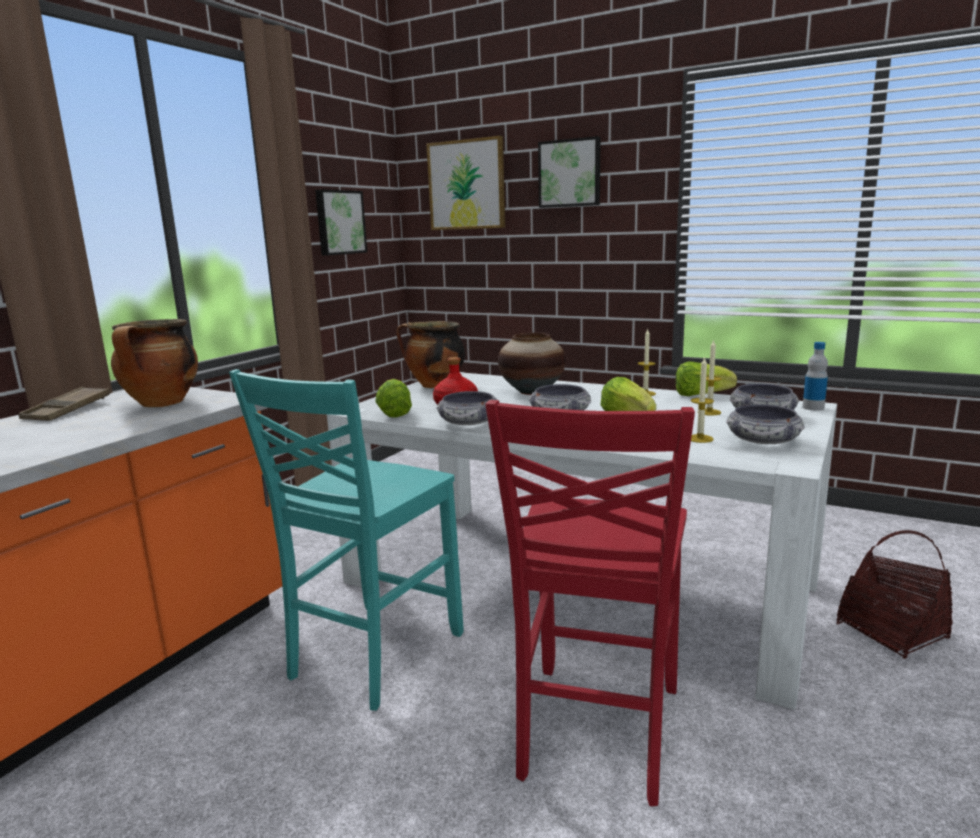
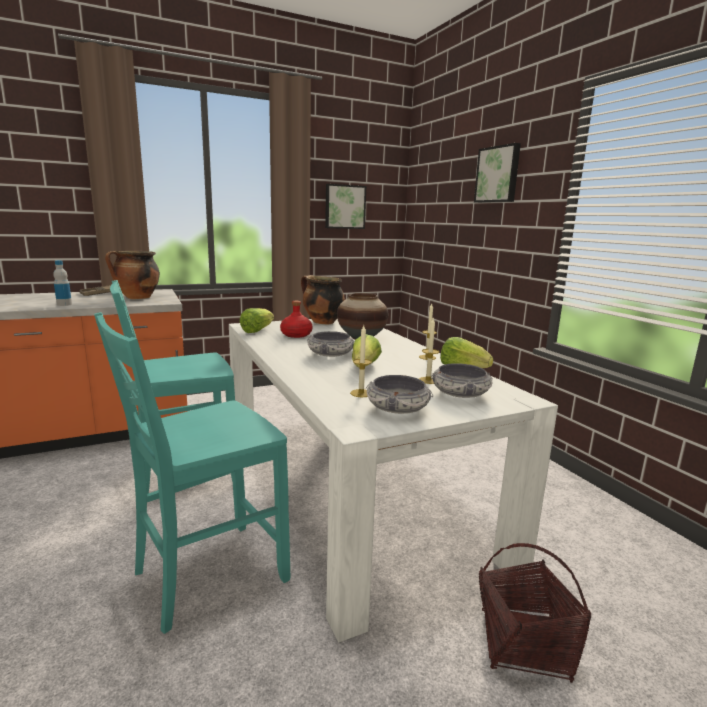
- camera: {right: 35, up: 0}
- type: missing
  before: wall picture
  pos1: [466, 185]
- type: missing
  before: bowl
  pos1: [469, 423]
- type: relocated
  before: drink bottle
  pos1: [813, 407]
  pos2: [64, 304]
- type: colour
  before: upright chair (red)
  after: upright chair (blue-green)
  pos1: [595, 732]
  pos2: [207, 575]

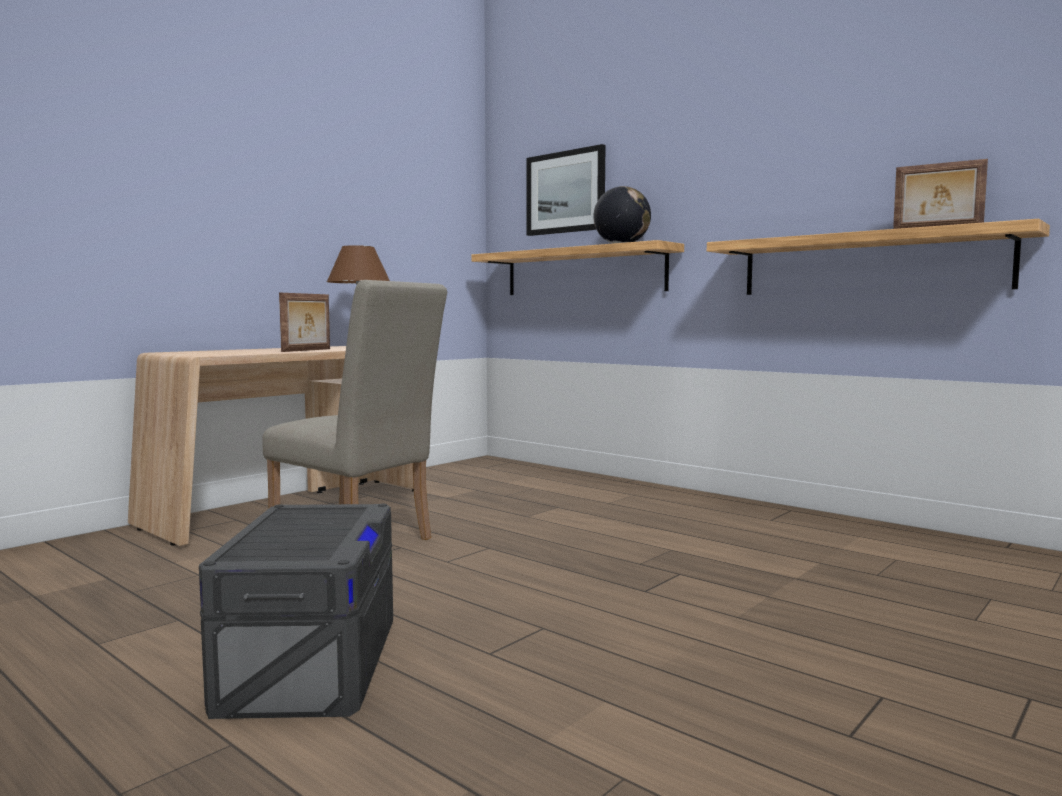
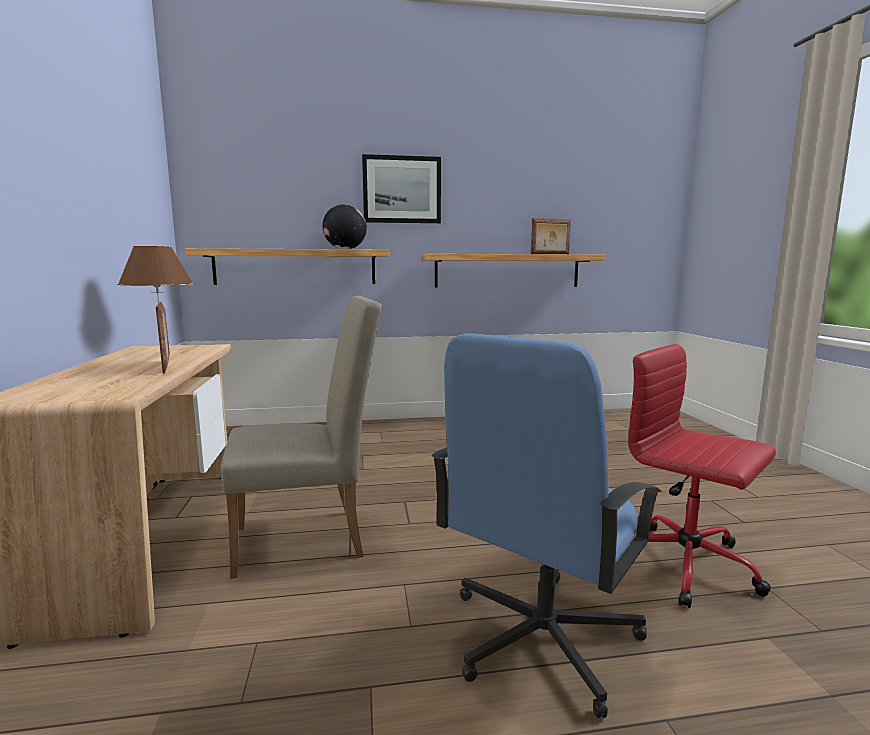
- camera: {right: -50, up: 5}
- type: appeared
  after: desk chair (red)
  pos2: [689, 566]
- type: relocated
  before: wall picture
  pos1: [565, 192]
  pos2: [402, 190]
- type: exchanged
  before: storage container (gray)
  after: desk chair (blue)
  pos1: [311, 660]
  pos2: [540, 638]

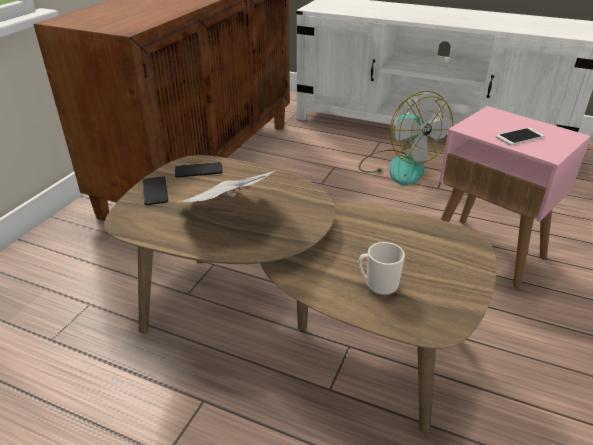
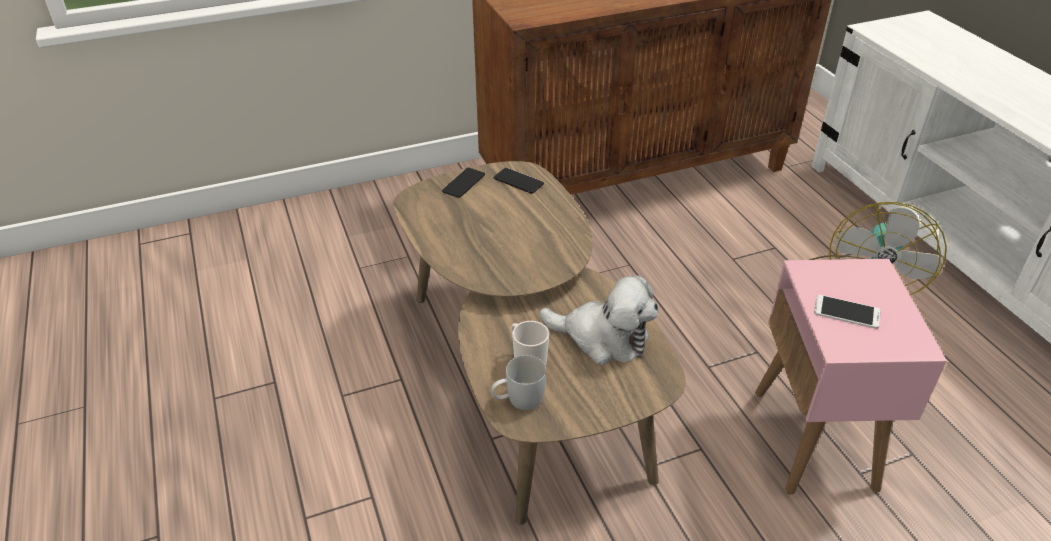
- camera: {right: 45, up: 5}
- type: missing
  before: newspaper
  pos1: [231, 211]
- type: appeared
  after: tea mug (white-coloured)
  pos2: [518, 400]
- type: appeared
  after: soft toy
  pos2: [603, 338]

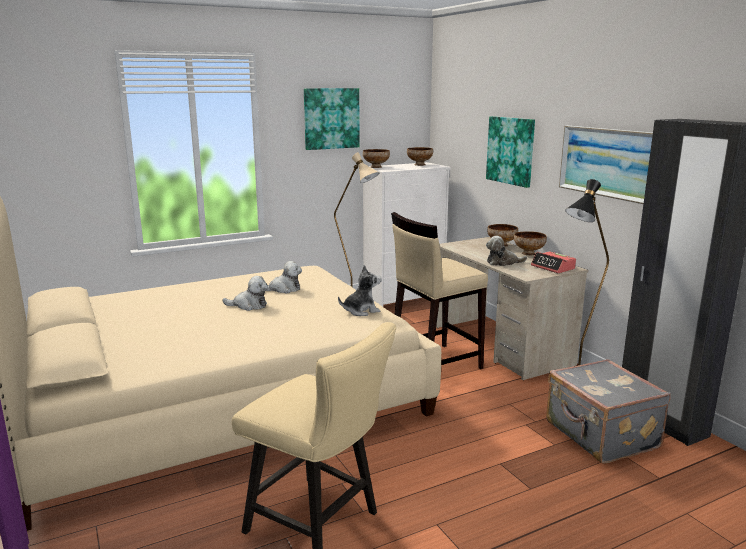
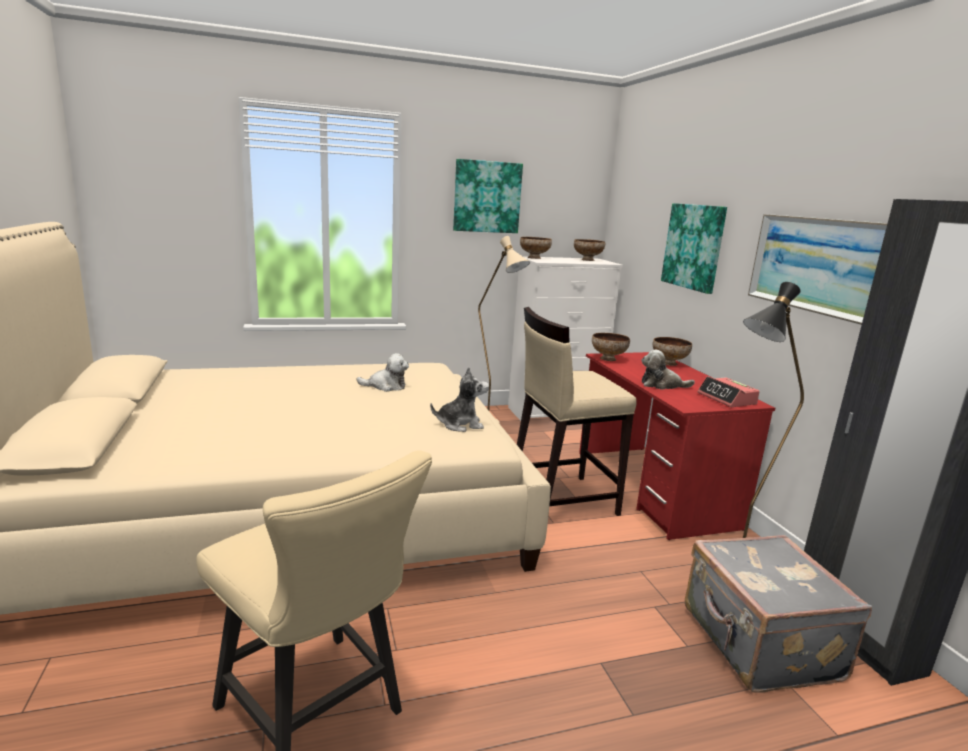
- camera: {right: 10, up: 0}
- type: missing
  before: soft toy
  pos1: [249, 305]
- type: relocated
  before: bowl
  pos1: [529, 253]
  pos2: [608, 359]
- type: colour
  before: desk (sand-coloured)
  after: desk (red)
  pos1: [501, 345]
  pos2: [653, 488]

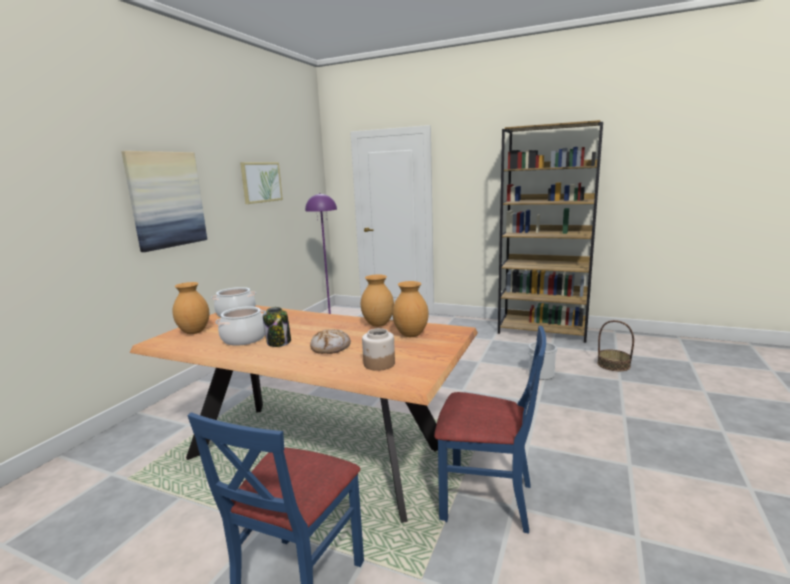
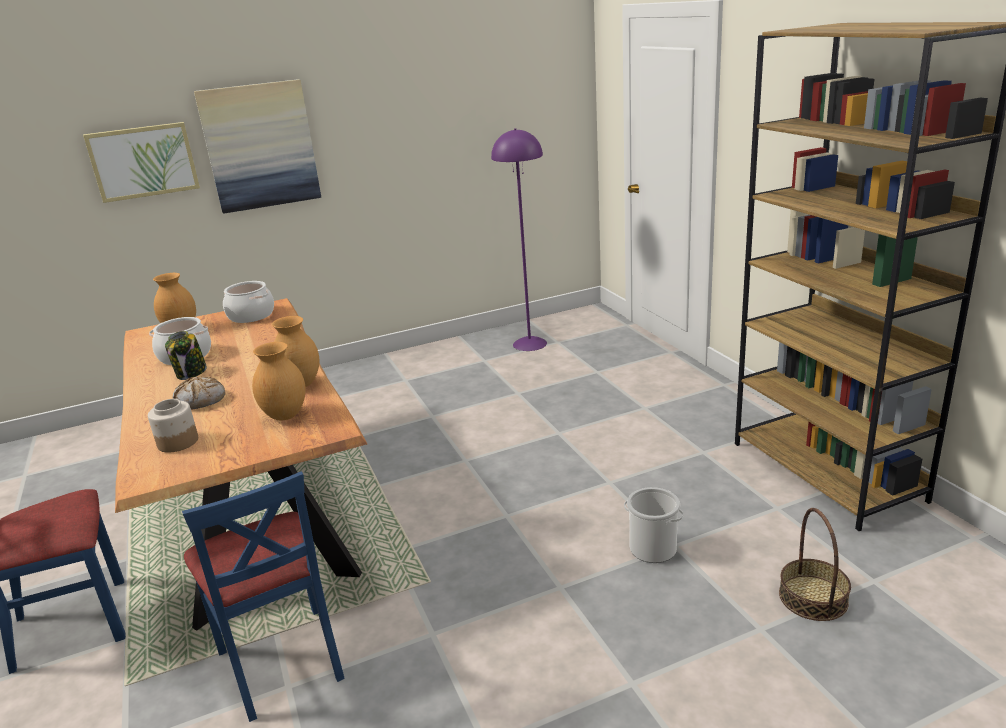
- camera: {right: 45, up: 10}
- type: relocated
  before: wall picture
  pos1: [261, 182]
  pos2: [143, 161]

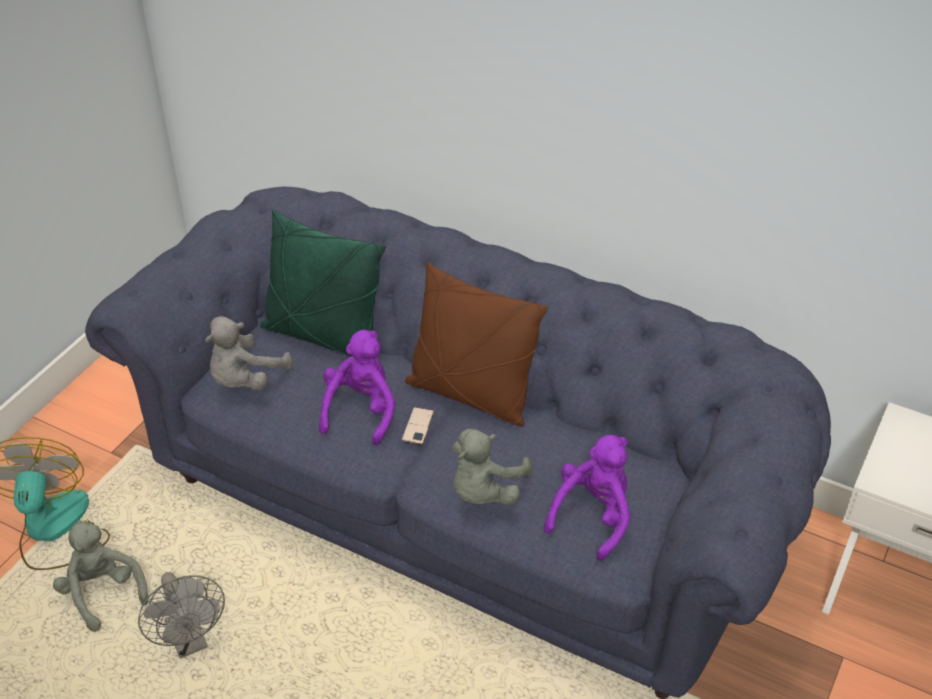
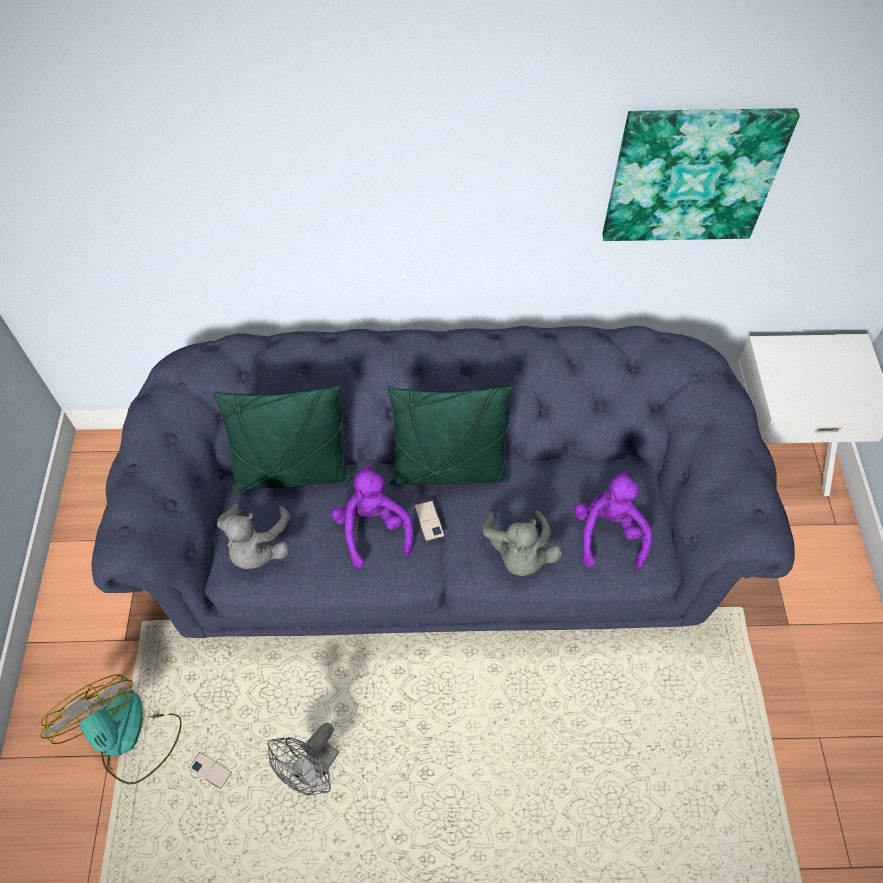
- camera: {right: -30, up: 15}
- type: appeared
  after: wall picture
  pos2: [692, 175]
- type: exchanged
  before: soft toy (gray)
  after: telephone
  pos1: [102, 592]
  pos2: [210, 770]
- type: colour
  before: pillow (brown-coloured)
  after: pillow (green)
  pos1: [471, 394]
  pos2: [449, 470]
- type: spun
  before: electric fan (gray)
  pos1: [190, 641]
  pos2: [313, 771]
  turn: 90

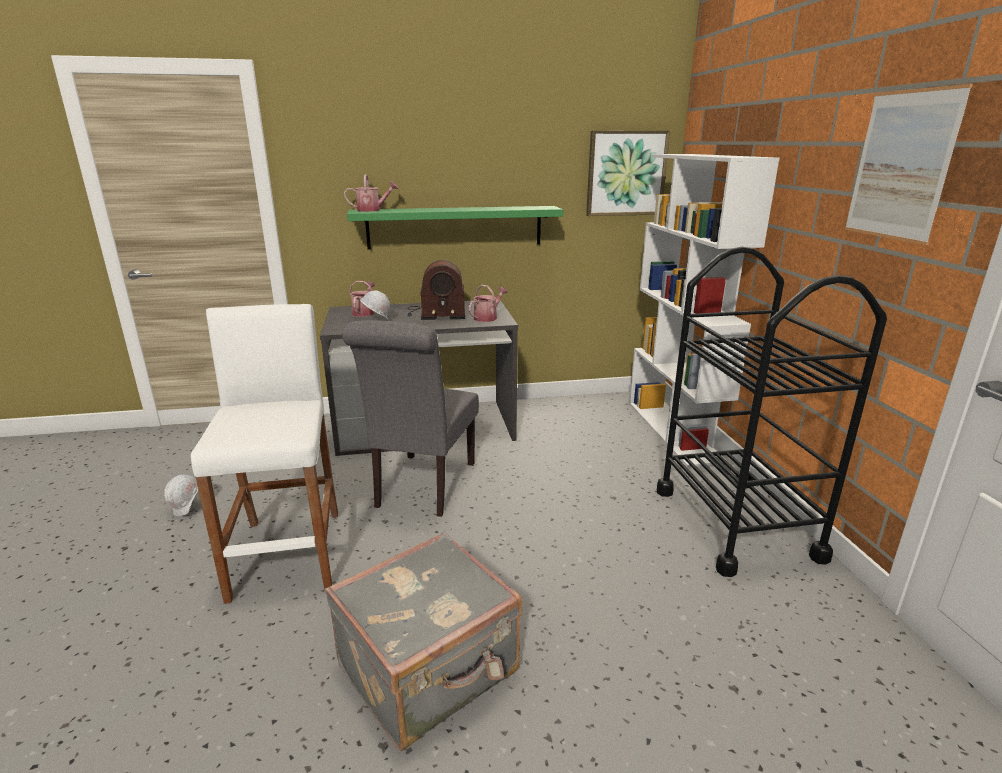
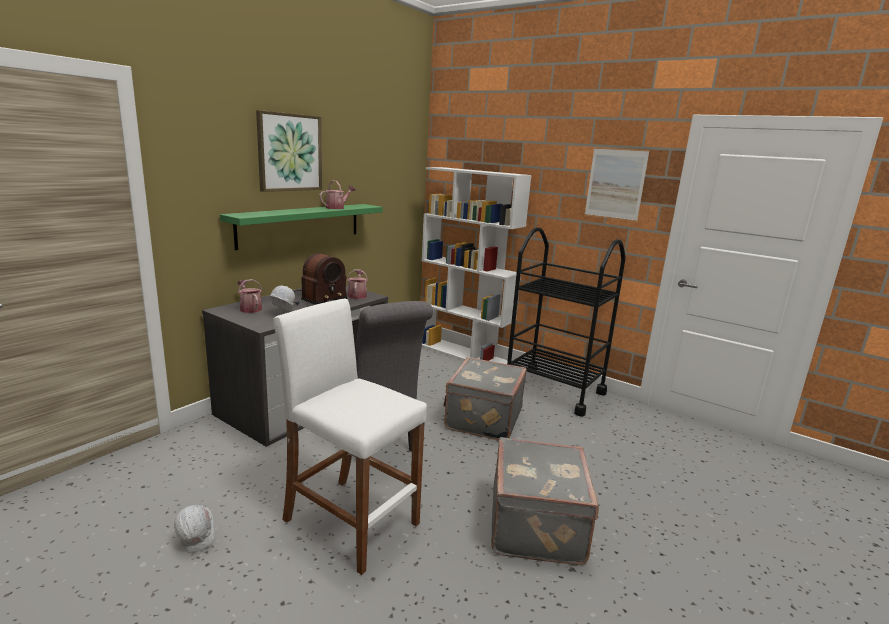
- camera: {right: -45, up: -5}
- type: appeared
  after: piece of luggage (gray)
  pos2: [482, 419]
- type: relocated
  before: watering pot
  pos1: [372, 210]
  pos2: [337, 208]
- type: relocated
  before: wall picture
  pos1: [626, 173]
  pos2: [289, 152]

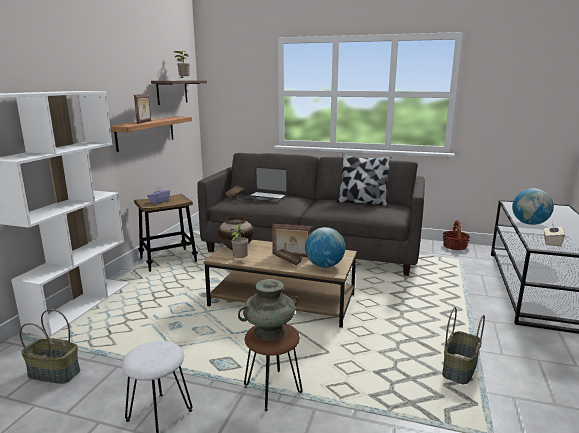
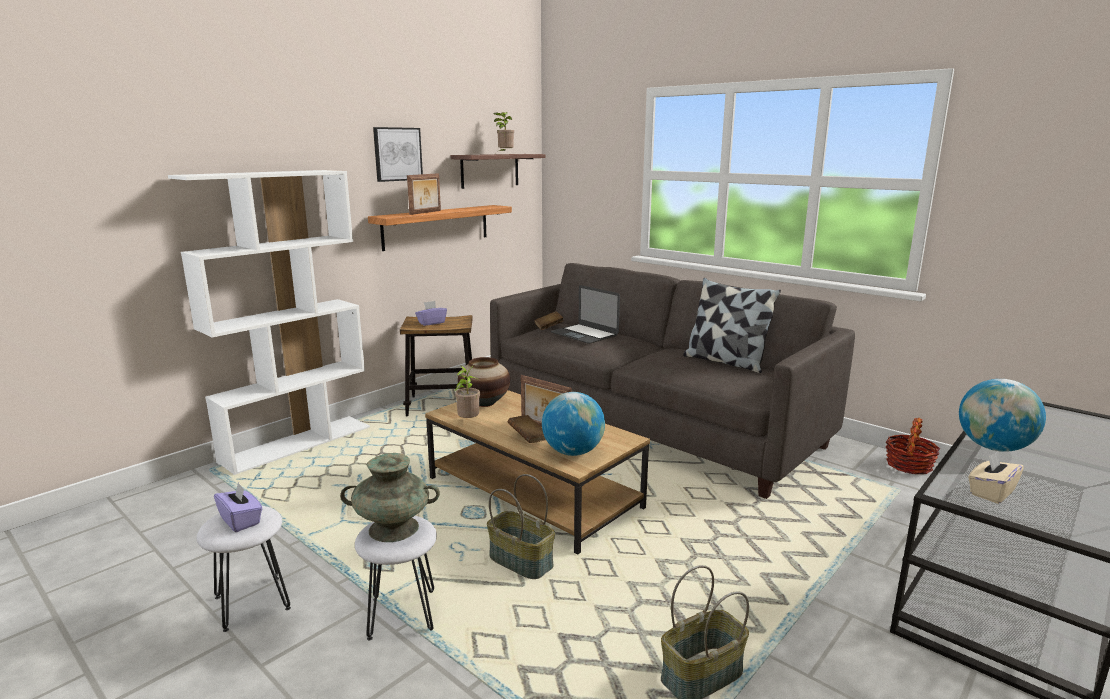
- camera: {right: 25, up: 0}
- type: appeared
  after: tissue box (purple)
  pos2: [241, 520]
- type: appeared
  after: wall picture
  pos2: [397, 154]
- type: relocated
  before: household basket
  pos1: [55, 373]
  pos2: [522, 561]
- type: colour
  before: stool seat (brown-coloured)
  after: stool seat (white-coloured)
  pos1: [273, 390]
  pos2: [403, 615]

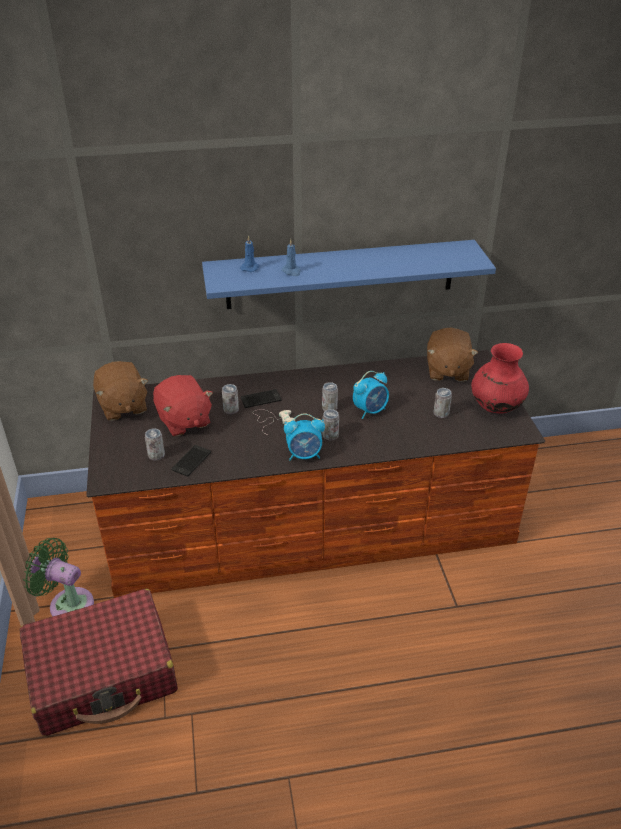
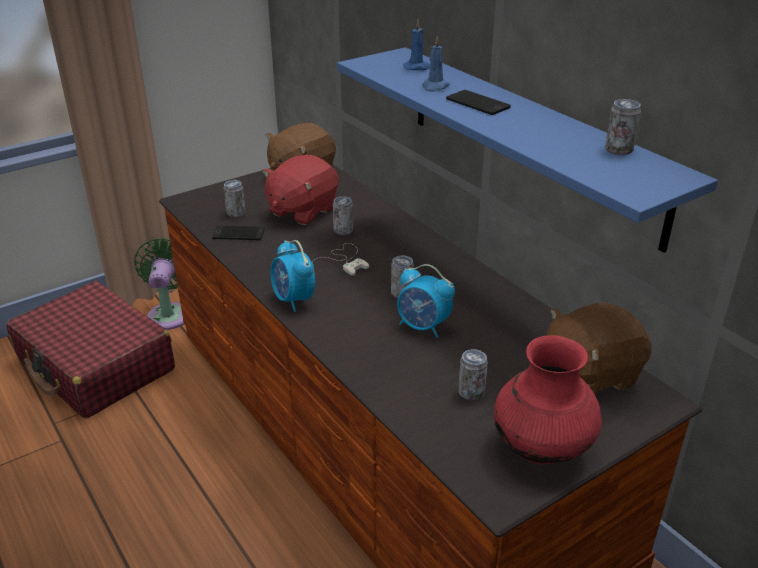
- camera: {right: 65, up: -5}
- type: relocated
  before: telephone
  pos1: [261, 399]
  pos2: [477, 103]
- type: relocated
  before: metal can
  pos1: [330, 435]
  pos2: [618, 150]

